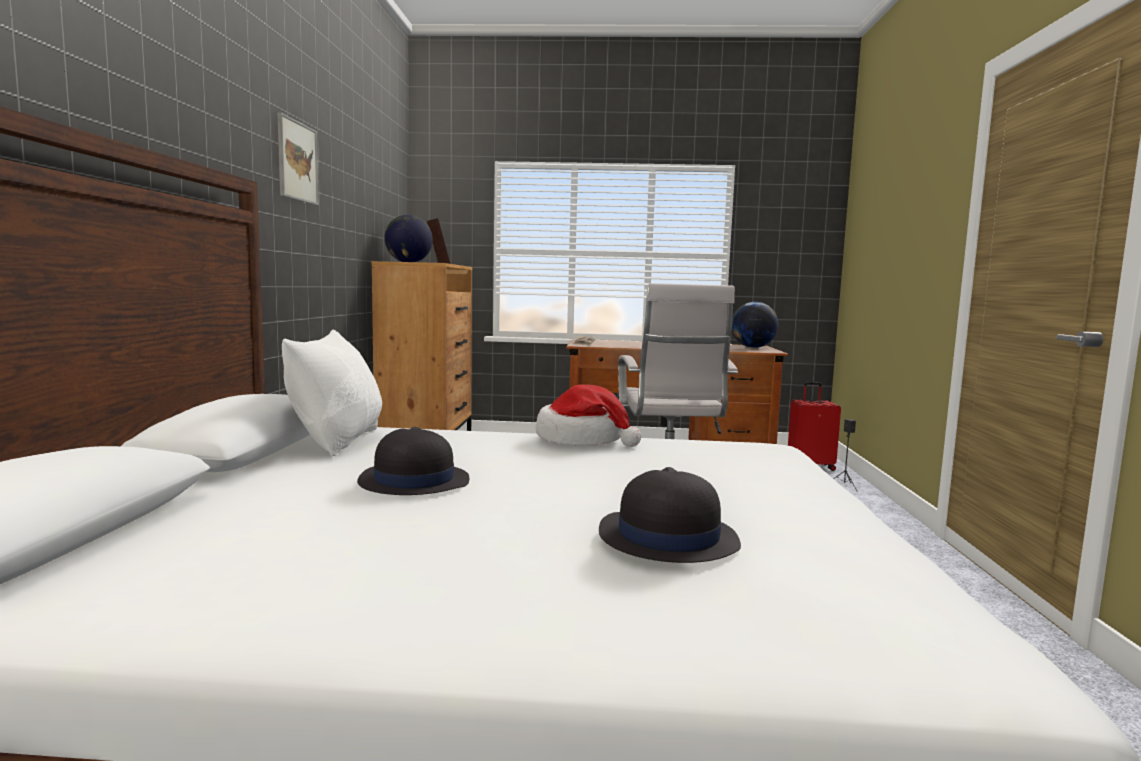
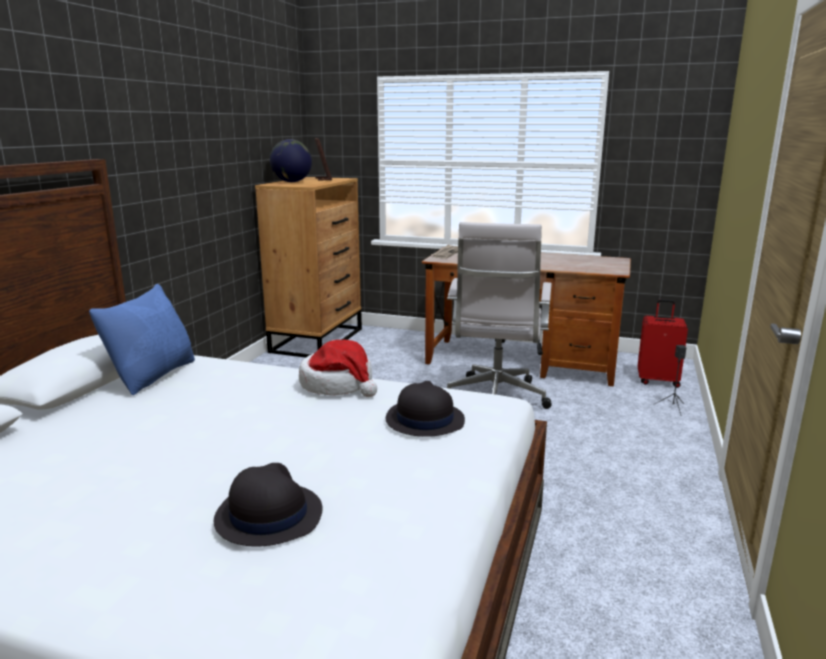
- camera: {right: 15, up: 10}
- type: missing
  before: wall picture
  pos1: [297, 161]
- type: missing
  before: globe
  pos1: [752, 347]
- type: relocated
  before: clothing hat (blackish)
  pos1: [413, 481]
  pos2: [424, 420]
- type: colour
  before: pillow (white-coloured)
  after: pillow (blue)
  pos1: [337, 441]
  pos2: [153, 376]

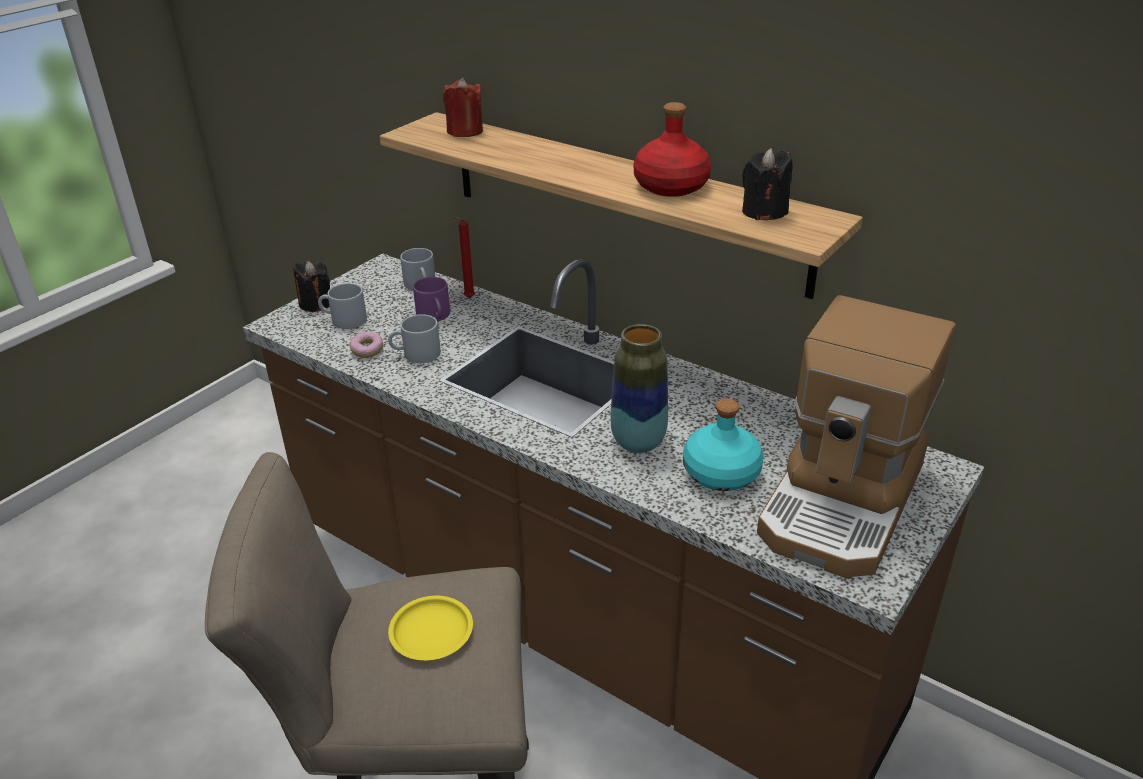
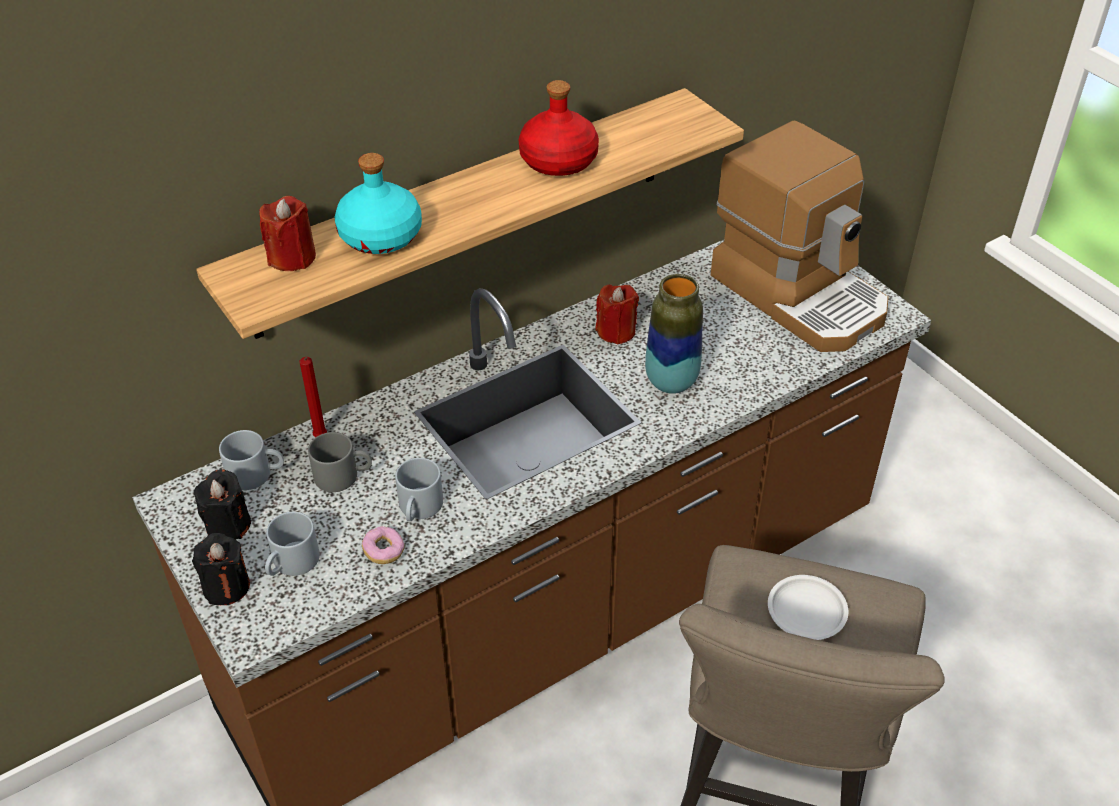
- camera: {right: -70, up: 10}
- type: appeared
  after: wax candle (red)
  pos2: [616, 331]
- type: relocated
  before: drink bottle (blue-green)
  pos1: [720, 473]
  pos2: [380, 237]
- type: relocated
  before: wax candle (blackish)
  pos1: [764, 212]
  pos2: [228, 525]
- type: colour
  before: dinner plate (yellowish)
  after: dinner plate (white-coloured)
  pos1: [430, 632]
  pos2: [806, 612]
- type: colour
  before: tea mug (purple)
  after: tea mug (gray)
  pos1: [435, 316]
  pos2: [343, 475]

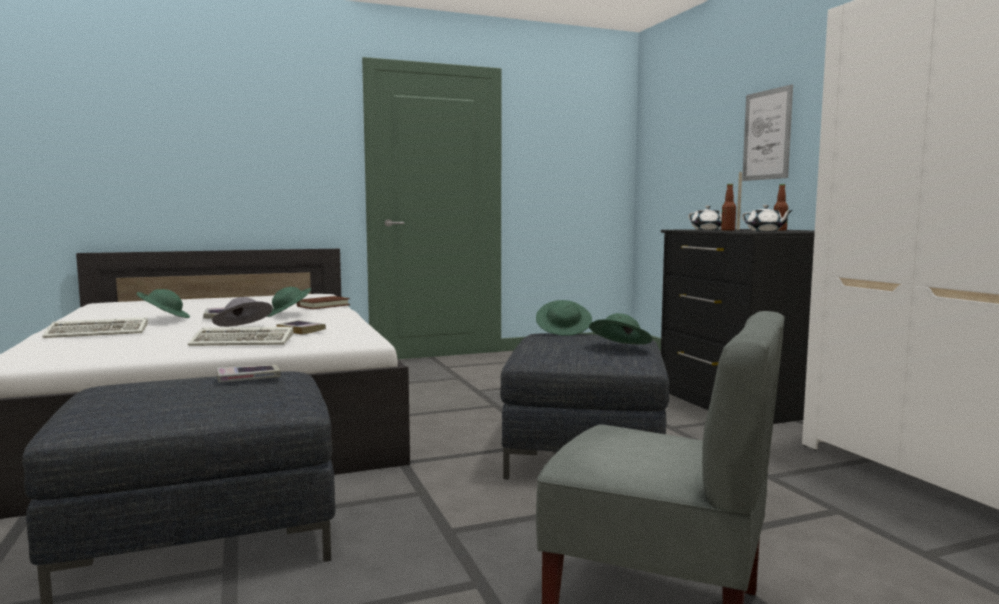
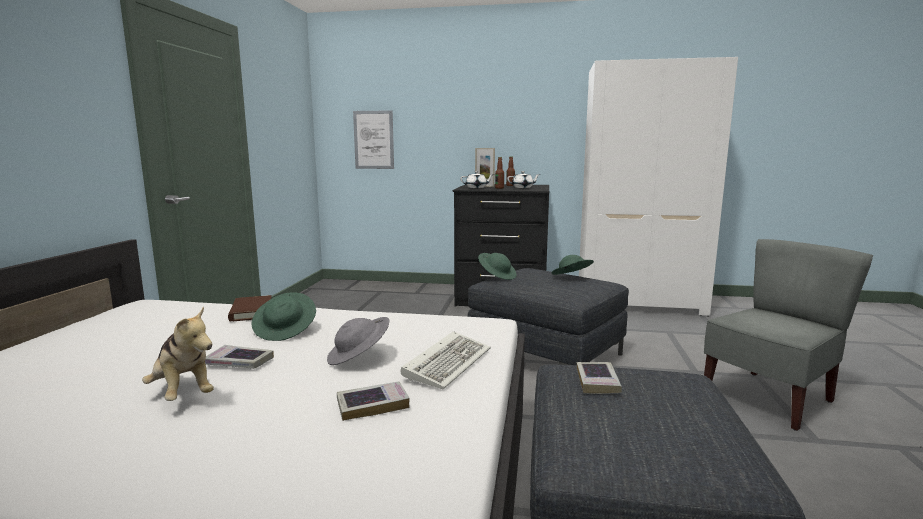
- camera: {right: -60, up: 5}
- type: missing
  before: computer keyboard
  pos1: [100, 332]
- type: relocated
  before: book
  pos1: [301, 331]
  pos2: [372, 405]
- type: relocated
  before: wall picture
  pos1: [767, 135]
  pos2: [373, 140]
- type: exchanged
  before: clothing hat (green)
  after: soft toy
  pos1: [164, 318]
  pos2: [182, 393]

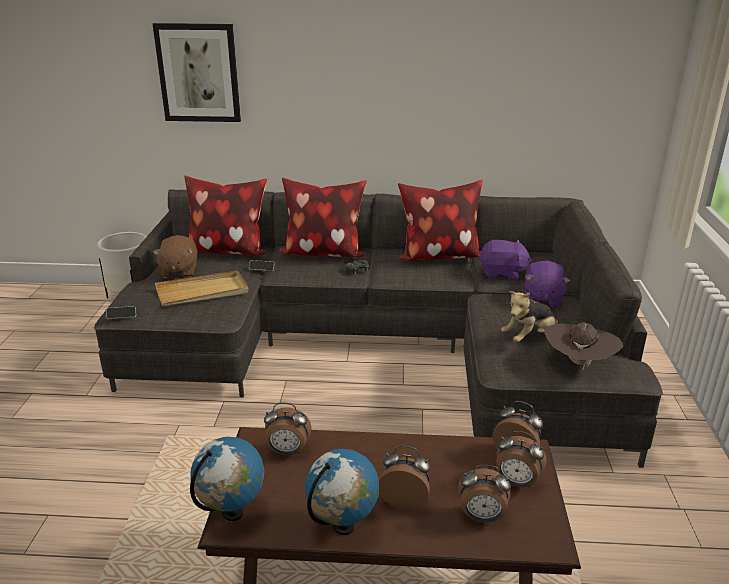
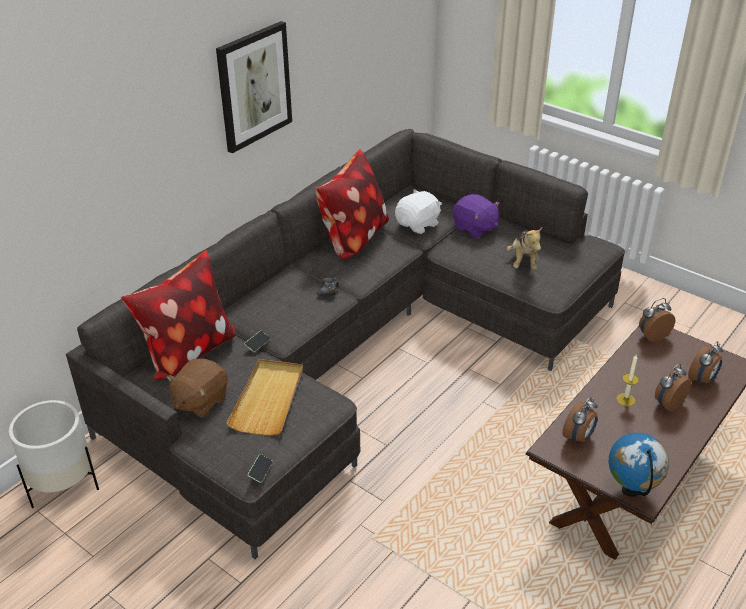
- camera: {right: -55, up: 10}
- type: missing
  before: pillow
  pos1: [323, 253]
- type: missing
  before: globe
  pos1: [343, 527]
- type: missing
  before: table clock
  pos1: [516, 482]
- type: missing
  before: clothing hat (brown-coloured)
  pos1: [578, 364]
- type: appeared
  after: wax candle
  pos2: [625, 399]
- type: relocated
  before: wall picture
  pos1: [198, 73]
  pos2: [254, 86]
- type: colour
  before: soft toy (purple)
  after: soft toy (white-coloured)
  pos1: [502, 274]
  pos2: [418, 224]
- type: spun
  before: soft toy (brown-coloured)
  pos1: [179, 271]
  pos2: [200, 401]
  turn: 90

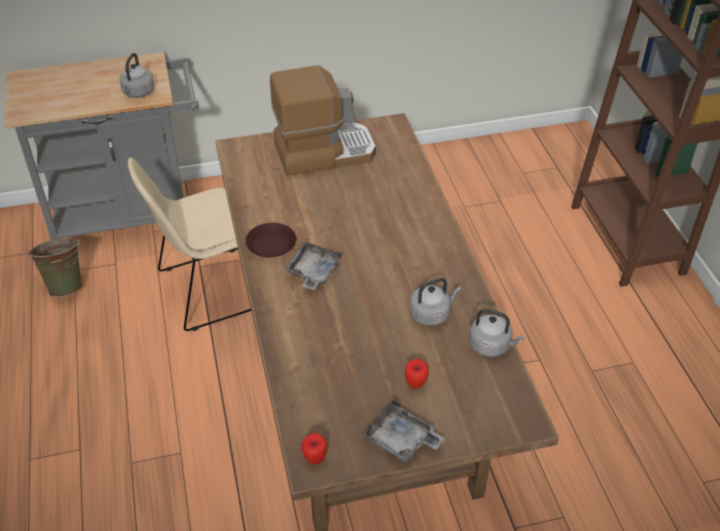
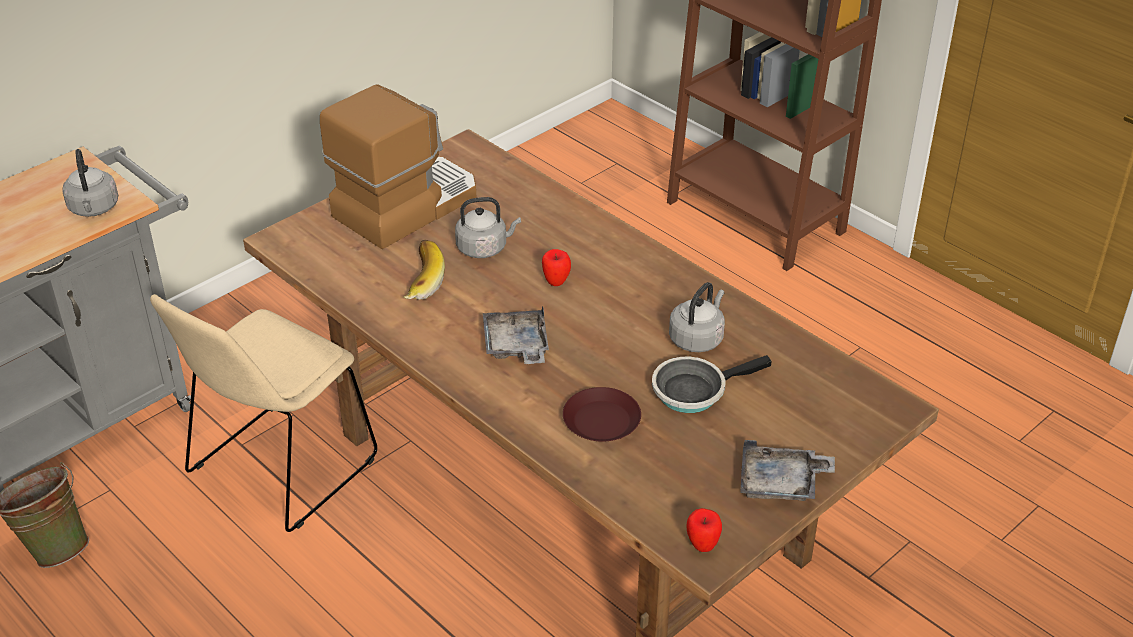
- camera: {right: -30, up: -5}
- type: appeared
  after: banana fruit
  pos2: [419, 281]
- type: appeared
  after: pan
  pos2: [694, 390]
- type: relocated
  before: dinner plate (brown-coloured)
  pos1: [271, 245]
  pos2: [602, 421]
- type: relocated
  before: whole apple
  pos1: [415, 384]
  pos2: [556, 282]
- type: relocated
  before: tea kettle (gray)
  pos1: [492, 345]
  pos2: [484, 248]

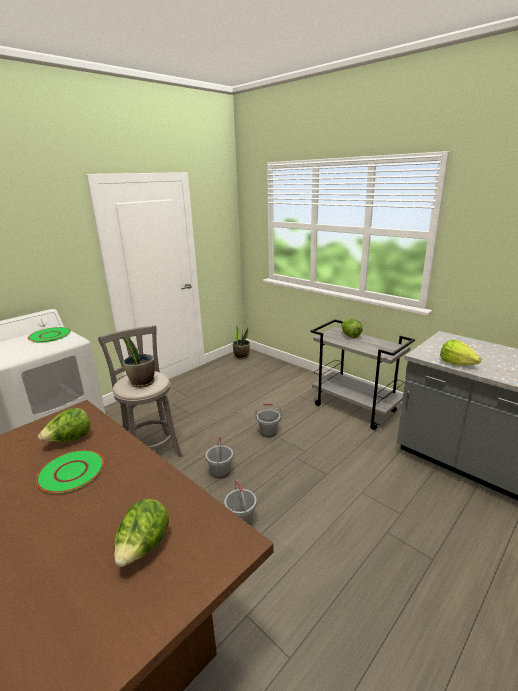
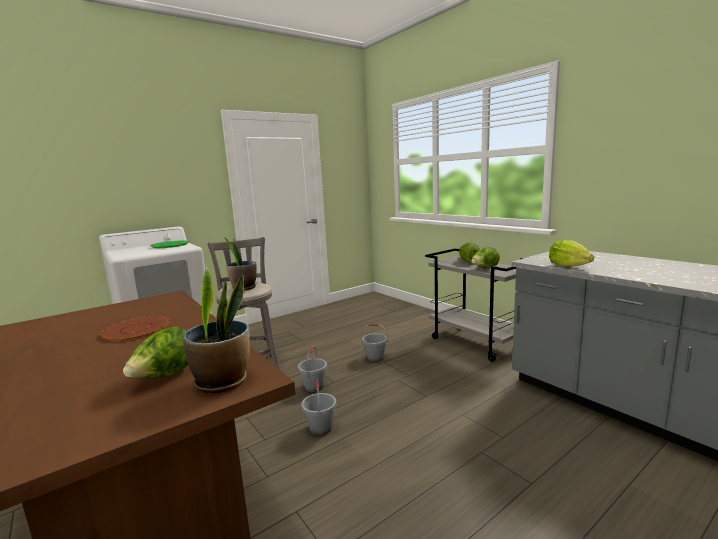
- camera: {right: 10, up: -10}
- type: relocated
  before: lettuce
  pos1: [70, 440]
  pos2: [484, 269]
- type: relocated
  before: houseplant
  pos1: [241, 356]
  pos2: [223, 381]
- type: colour
  before: dinner plate (green)
  after: dinner plate (brown-coloured)
  pos1: [71, 472]
  pos2: [136, 329]

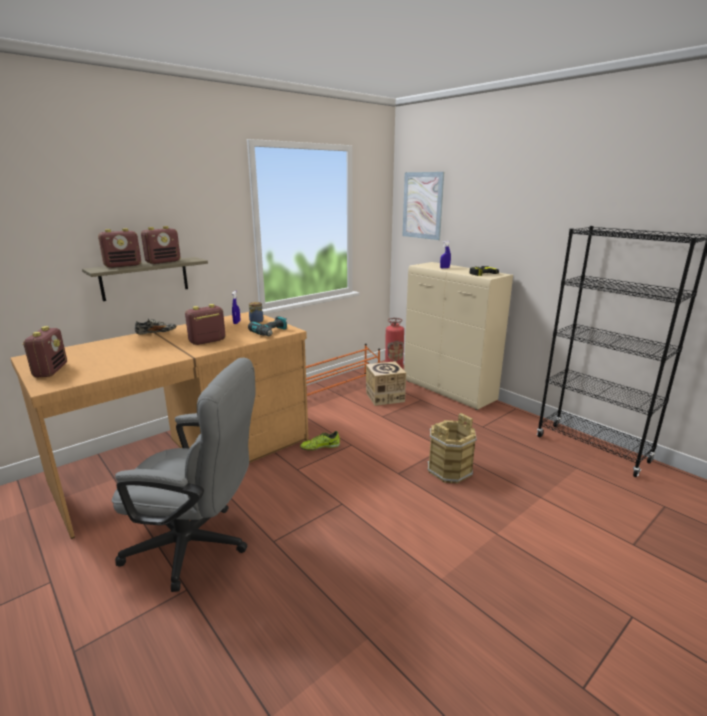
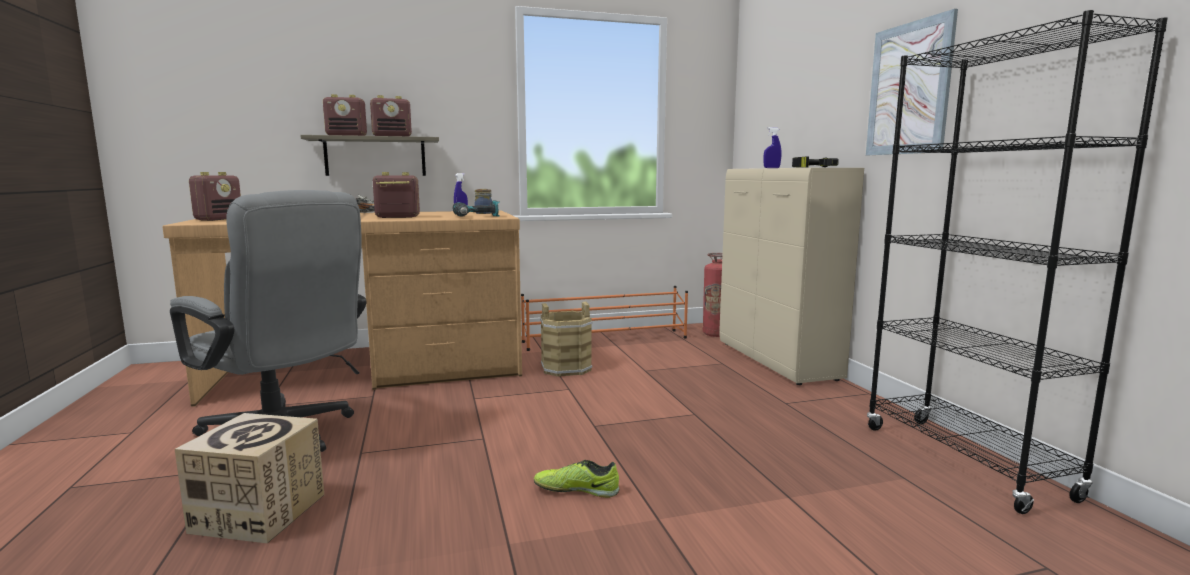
- camera: {right: 25, up: -10}
- type: relocated
  before: shoe
  pos1: [320, 447]
  pos2: [576, 490]
- type: relocated
  before: cardboard box
  pos1: [384, 397]
  pos2: [259, 513]
- type: relocated
  before: wall picture
  pos1: [422, 205]
  pos2: [909, 89]
- type: relocated
  before: pail (brown-coloured)
  pos1: [449, 470]
  pos2: [566, 368]

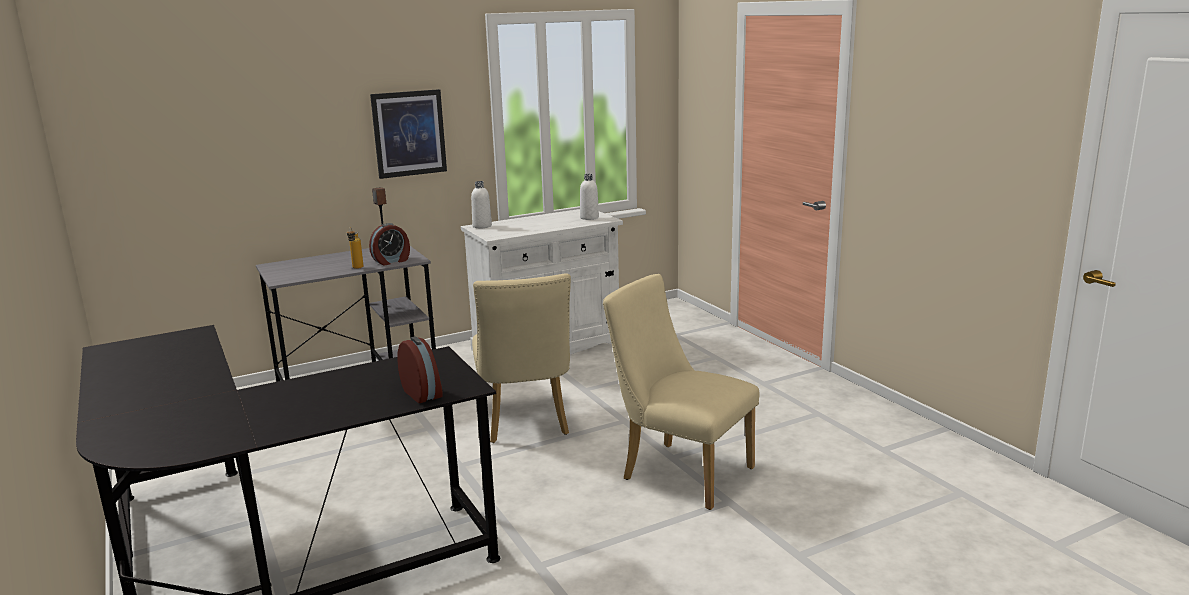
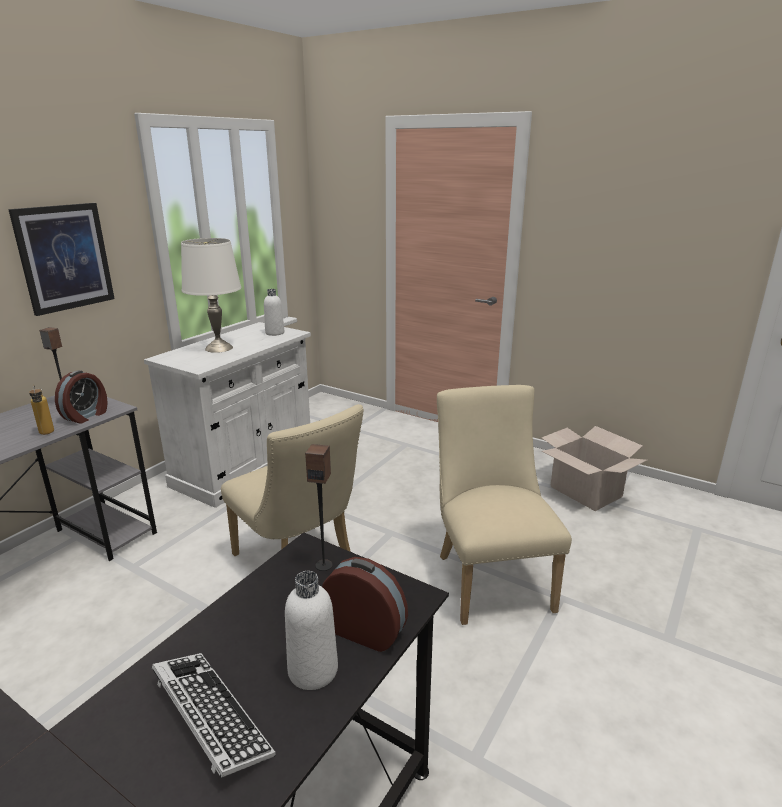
- camera: {right: -30, up: 5}
- type: appeared
  after: computer keyboard
  pos2: [210, 717]
- type: appeared
  after: table lamp (white-coloured)
  pos2: [219, 348]
- type: appeared
  after: speaker
  pos2: [324, 565]
- type: appeared
  after: cardboard box
  pos2: [586, 491]
- type: relocated
  before: drink bottle (white-coloured)
  pos1: [482, 226]
  pos2: [313, 670]
- type: spun
  before: upright chair (sand-coloured)
  pos1: [679, 471]
  pos2: [490, 577]
  turn: 75

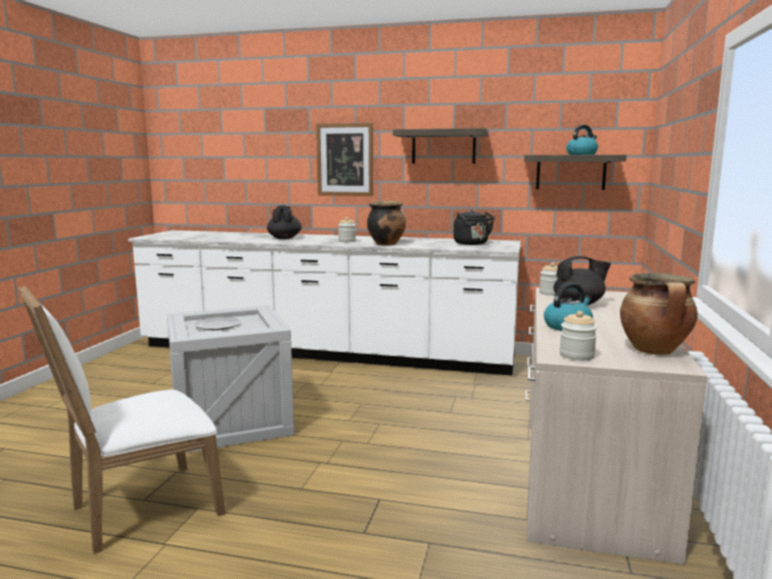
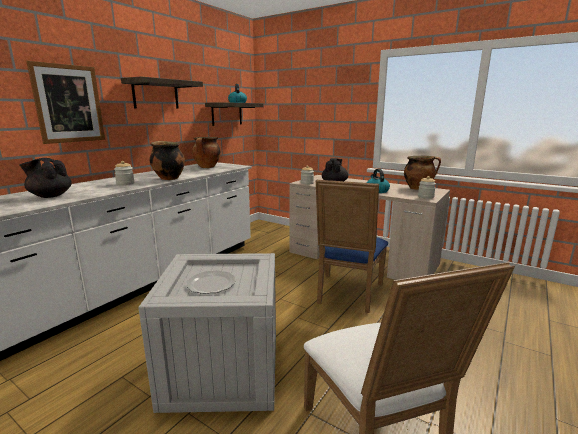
- camera: {right: -70, up: 5}
- type: appeared
  after: upright chair (blue)
  pos2: [347, 294]
- type: exchanged
  before: tea kettle (blackish)
  after: stockpot
  pos1: [472, 244]
  pos2: [207, 167]

